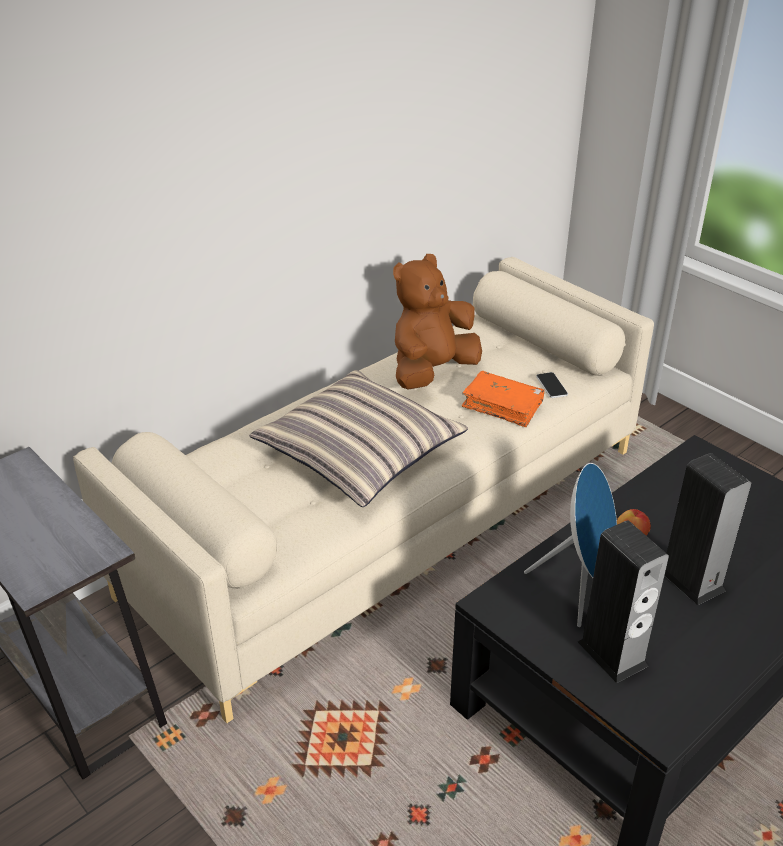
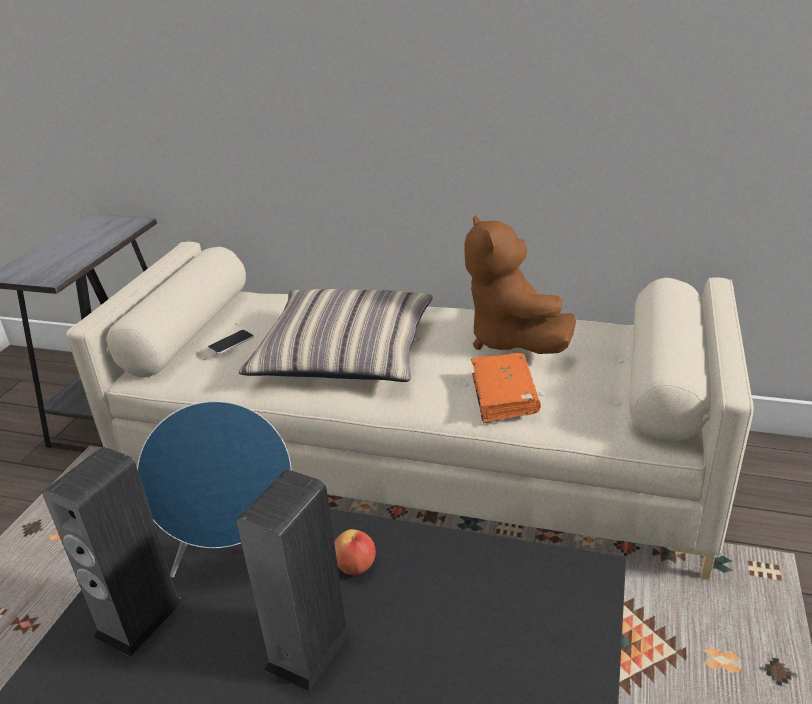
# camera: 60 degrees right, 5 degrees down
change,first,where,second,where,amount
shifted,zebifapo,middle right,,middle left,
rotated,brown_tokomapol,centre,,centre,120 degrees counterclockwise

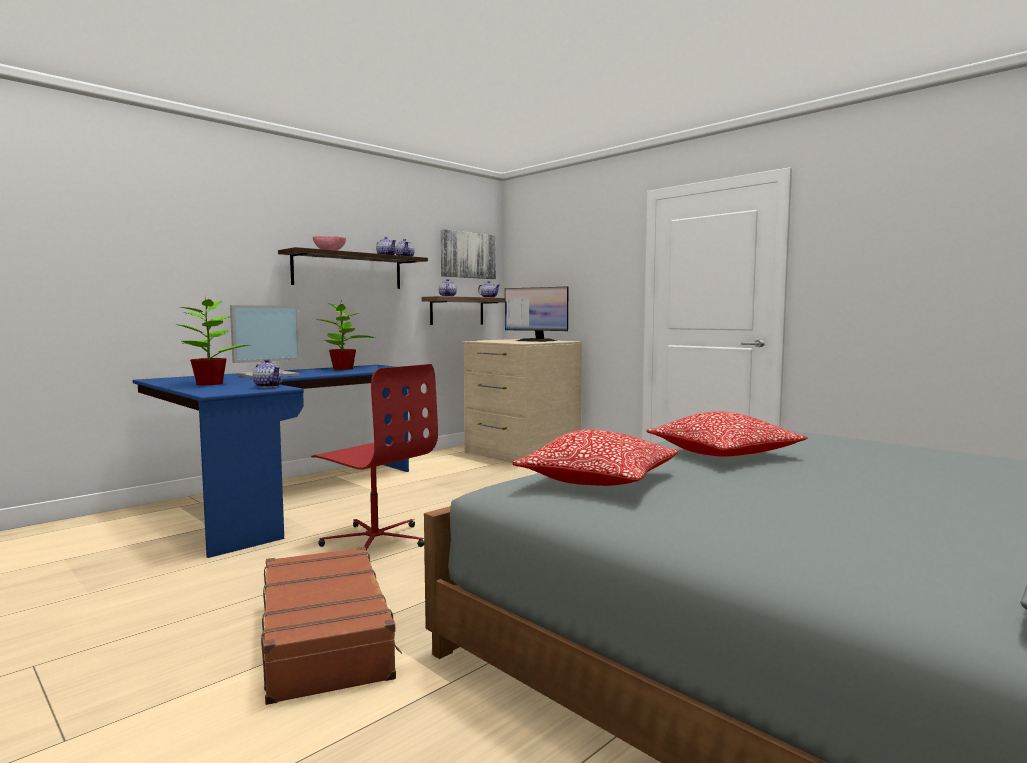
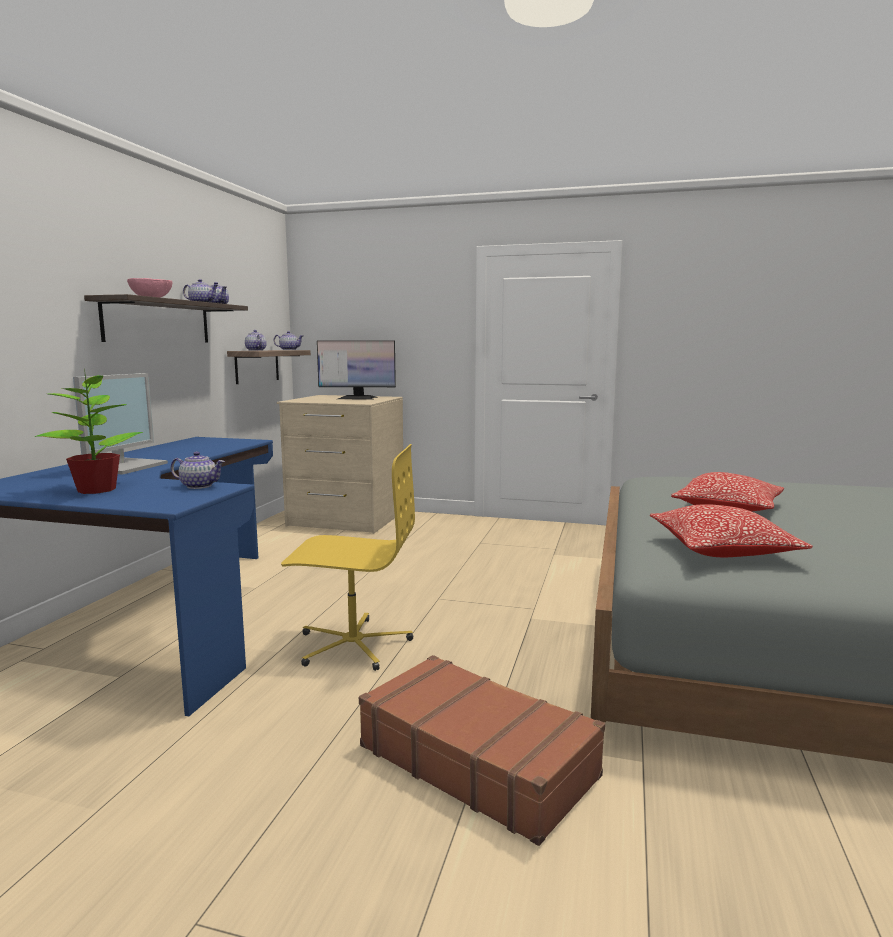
# camera: 30 degrees left, 5 degrees up
change,first,where,second,where,amount
gone,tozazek (no. 2 from left),centre,,,
gone,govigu,top centre,,,
repainted,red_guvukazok,centre,yellow_guvukazok,centre,

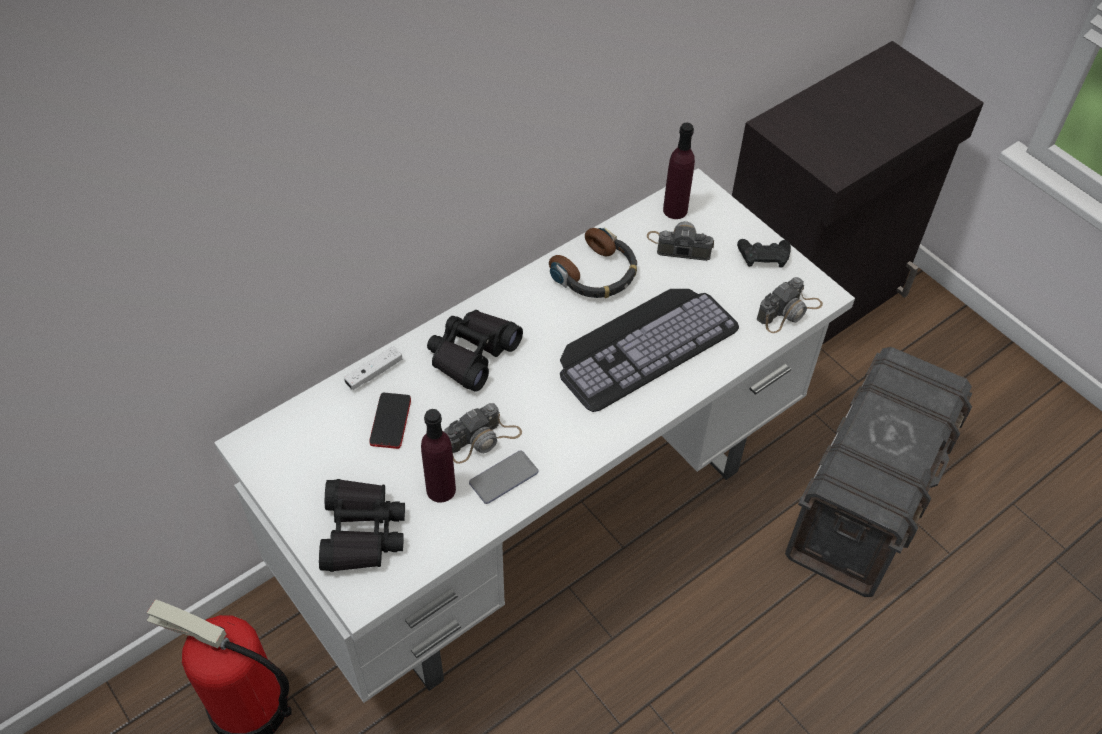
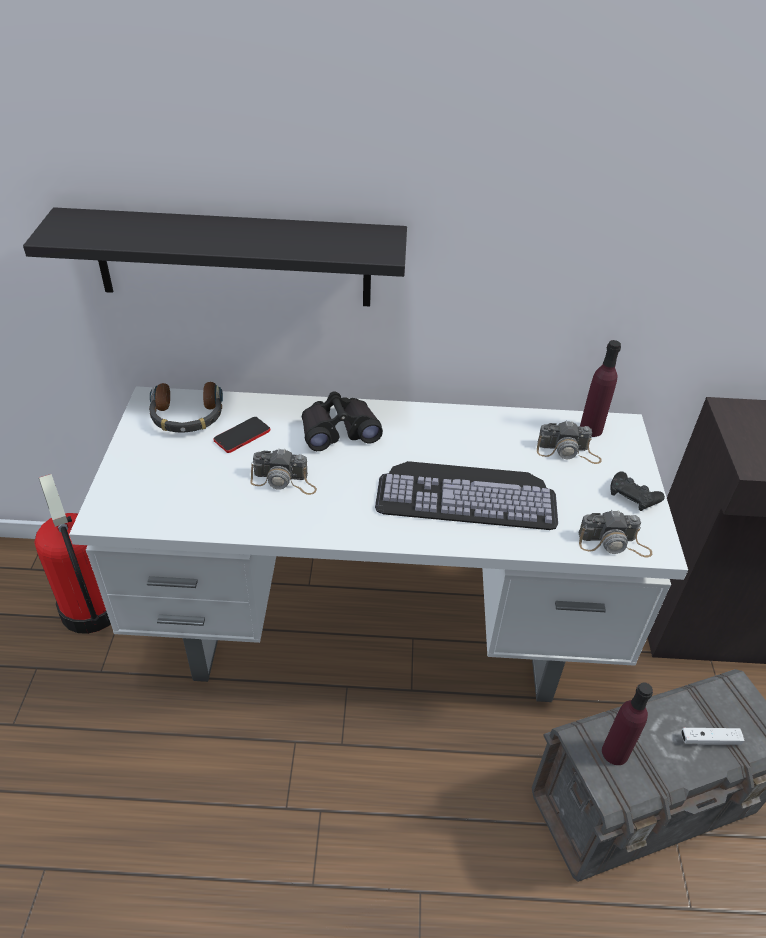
# camera: 40 degrees right, 10 degrees down
change,first,where,second,where,amount
gone,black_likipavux (no. 1 from left),bottom left,,,
gone,zebifapo (no. 2 from left),centre,,,
new,,,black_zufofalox,top left,
shifted,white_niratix,centre,,bottom right,
shifted,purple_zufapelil (no. 1 from left in the first image),centre,purple_zufapelil (no. 2 from left),bottom right,
shifted,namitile,centre,,middle left,
rotated,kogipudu (no. 2 from left),top centre,,middle right,135 degrees clockwise

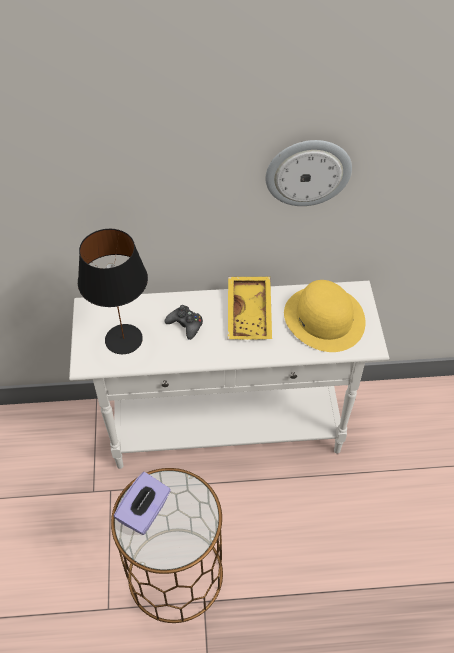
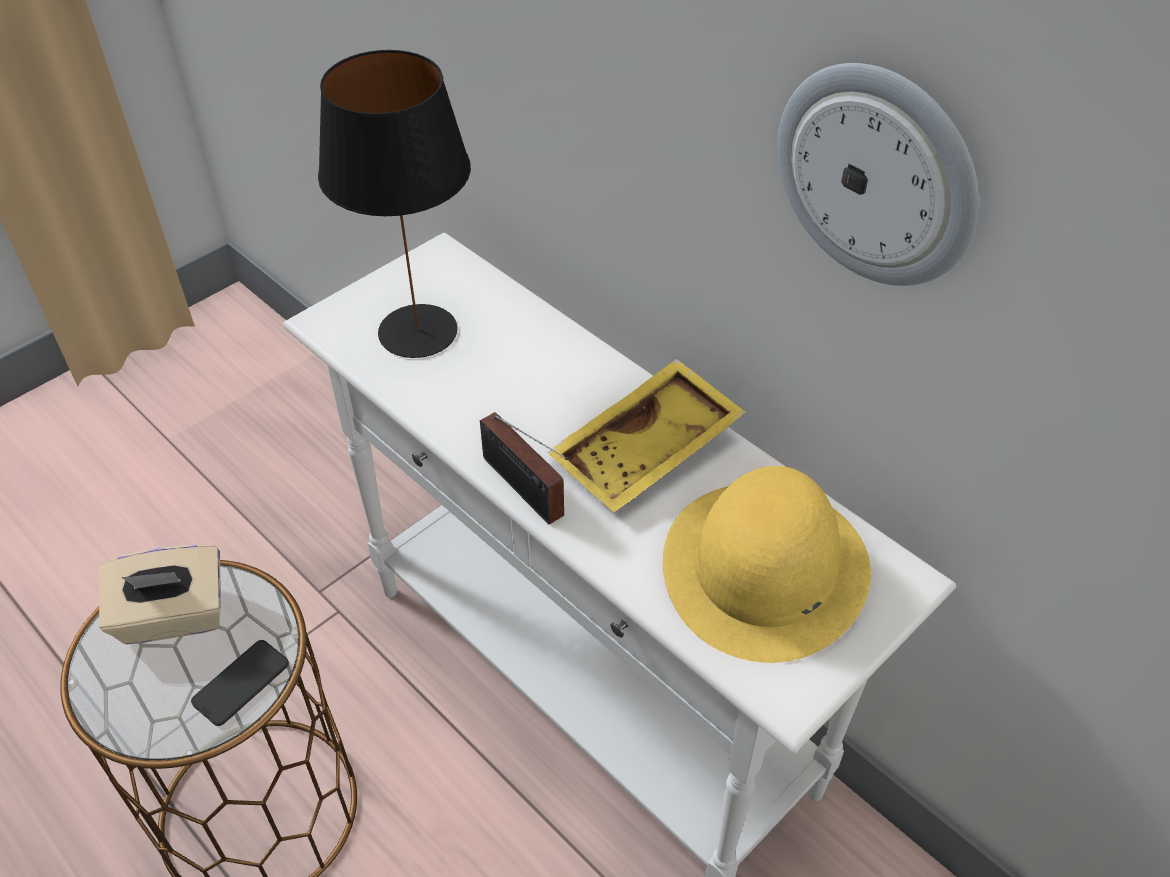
# camera: 50 degrees right, 5 degrees down
change,first,where,second,where,amount
gone,black_niratix,centre,,,
new,,,zebifapo,bottom left,
new,,,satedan,centre,
repainted,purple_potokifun,bottom left,beige_potokifun,bottom left,

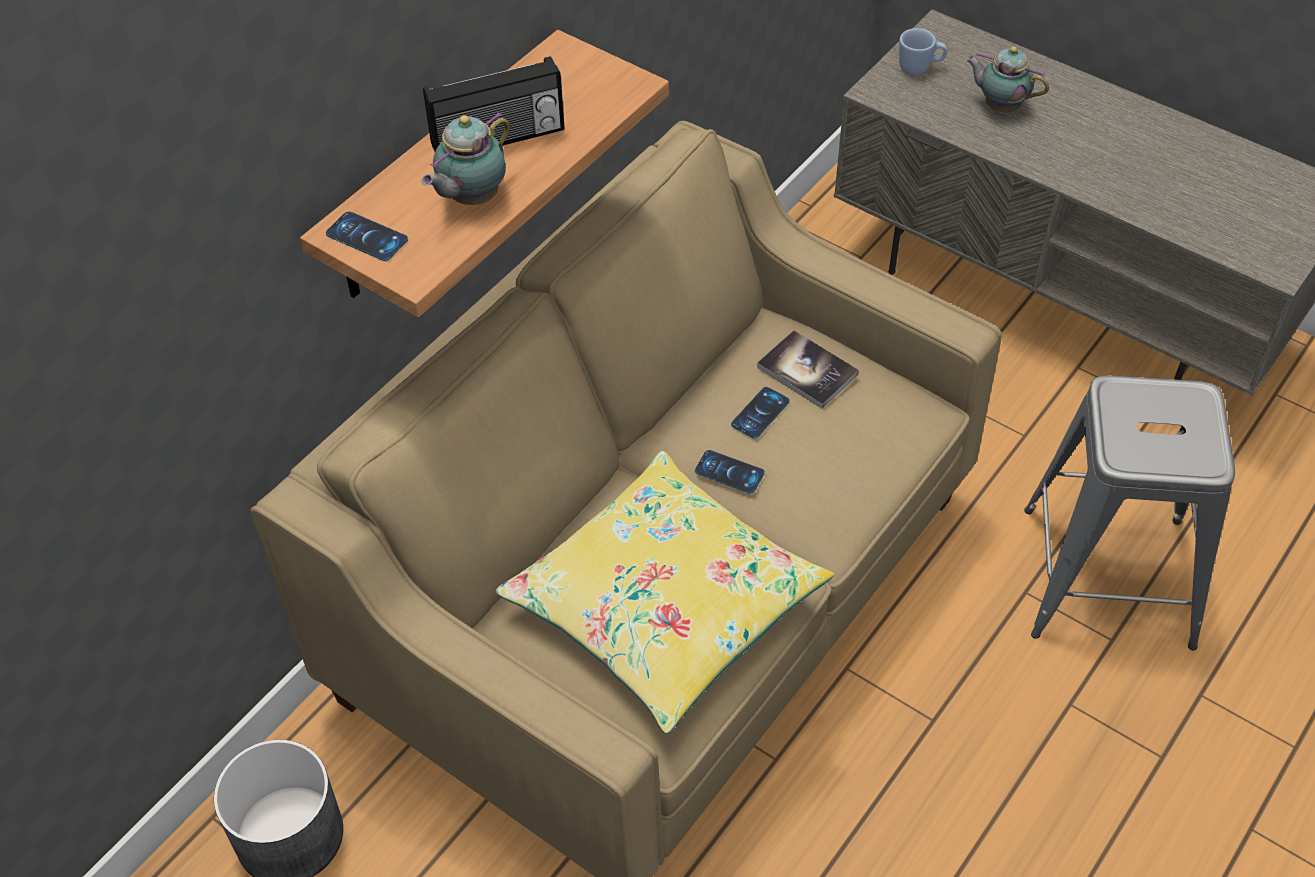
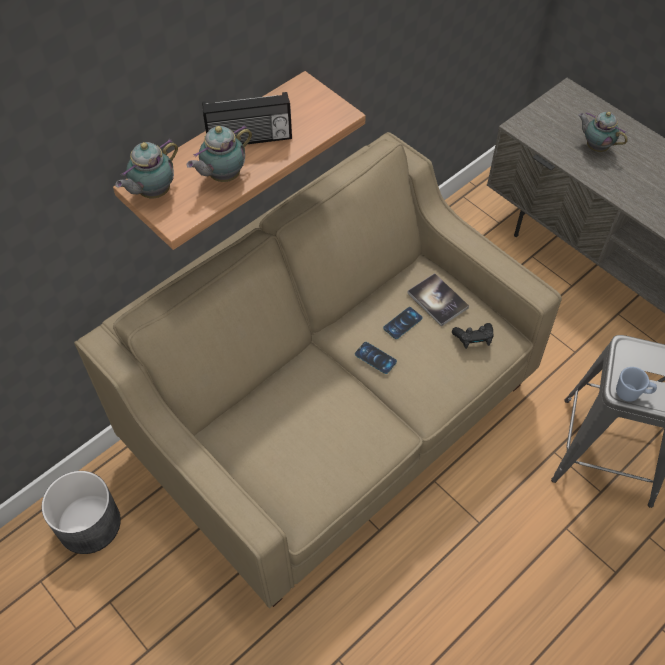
# camera: 10 degrees right, 5 degrees up
change,first,where,second,where,amount
gone,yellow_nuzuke,bottom centre,,,
new,,,black_niratix,middle right,
shifted,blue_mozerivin,top right,,middle right,
swapped,zebifapo (no. 1 from left),top left,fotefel (no. 1 from left),top left,

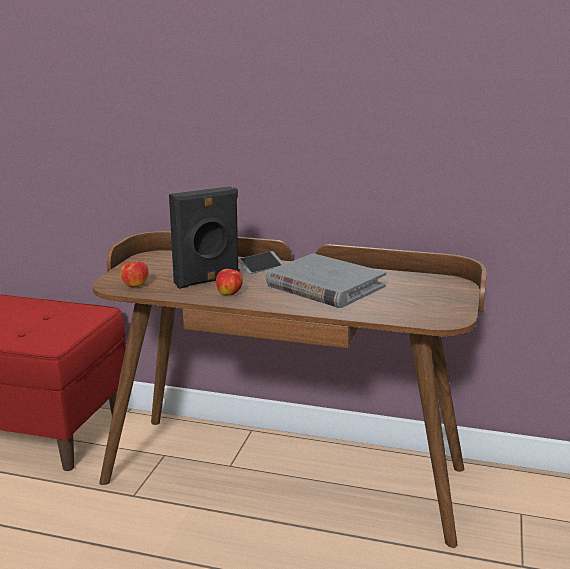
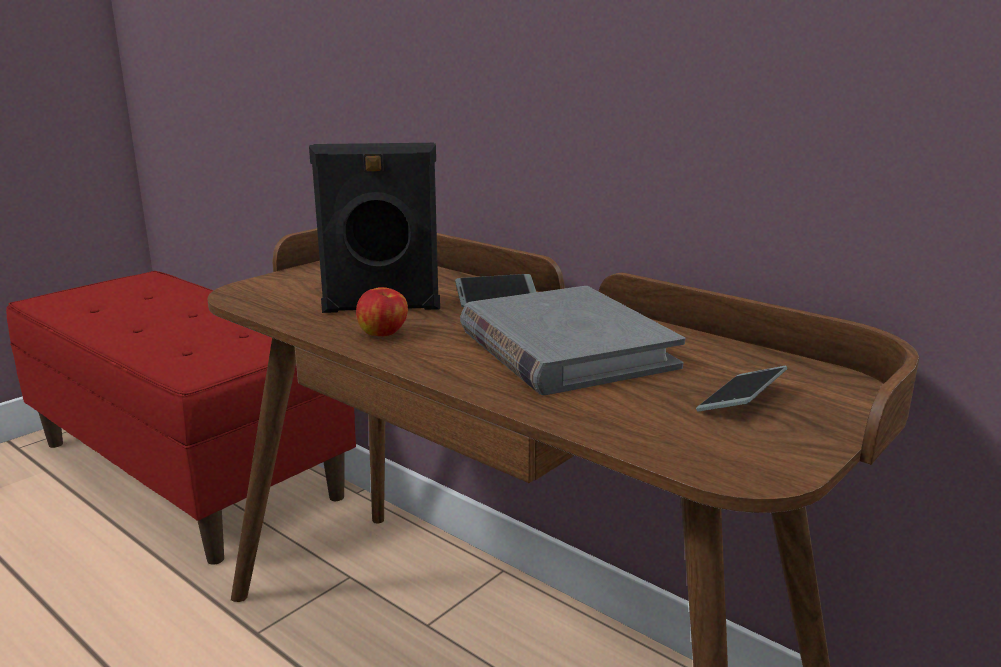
# camera: 25 degrees right, 0 degrees up
change,first,where,second,where,amount
gone,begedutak (no. 1 from left),middle left,,,
new,,,zebifapo (no. 2 from left),middle right,

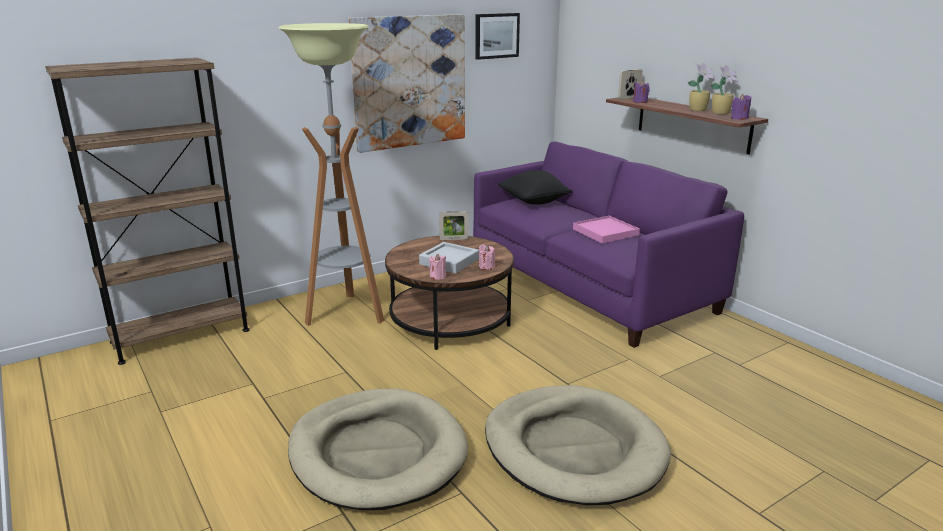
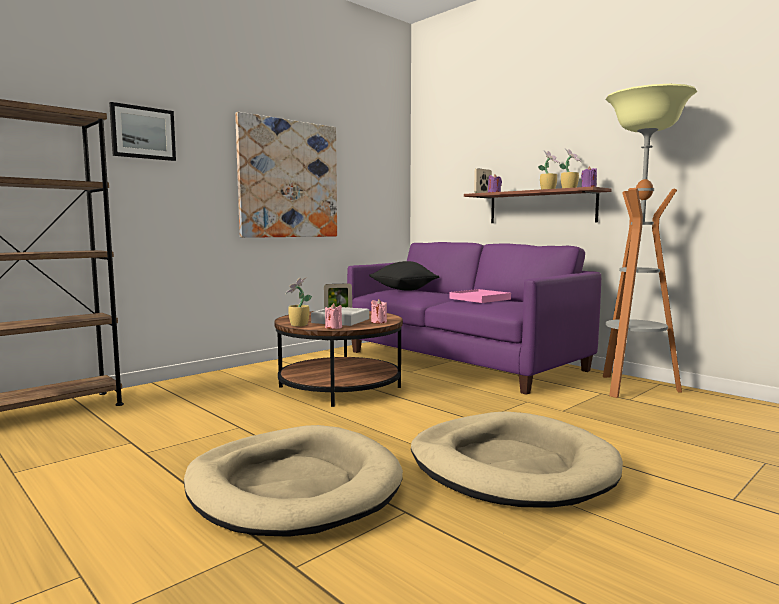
# camera: 10 degrees left, 15 degrees down
change,first,where,second,where,amount
new,,,tozazek (no. 1 from left),centre,
shifted,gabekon,top centre,,middle right,
shifted,govigu (no. 2 from left in the first image),top centre,govigu (no. 1 from left),top left,

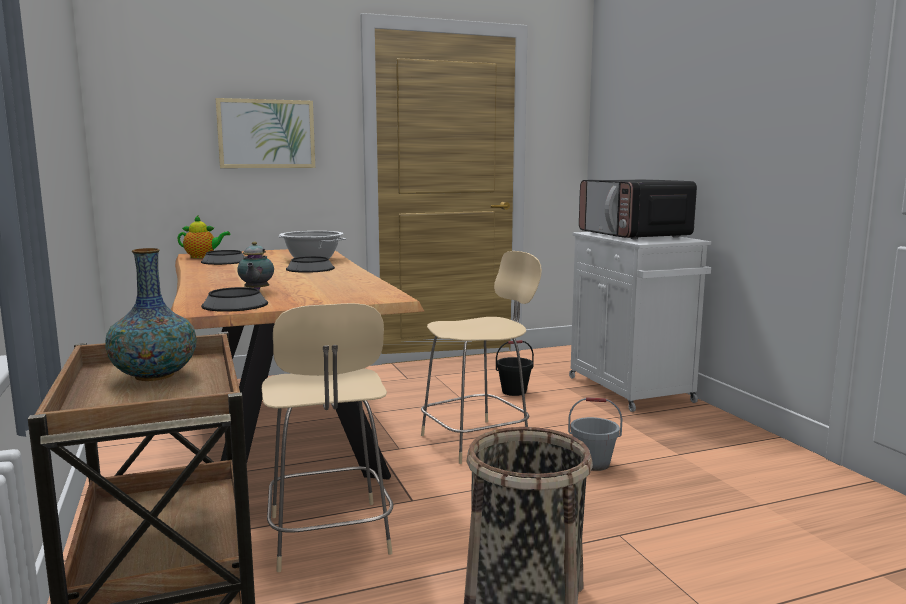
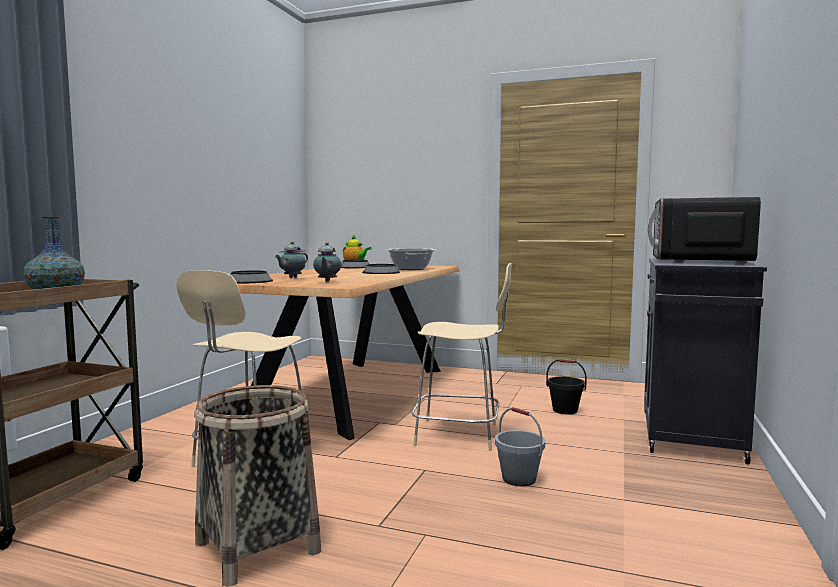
# camera: 40 degrees right, 5 degrees down
change,first,where,second,where,amount
gone,govigu,top left,,,
new,,,fotefel (no. 2 from left),centre,
repainted,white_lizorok,middle right,black_lizorok,middle right,

